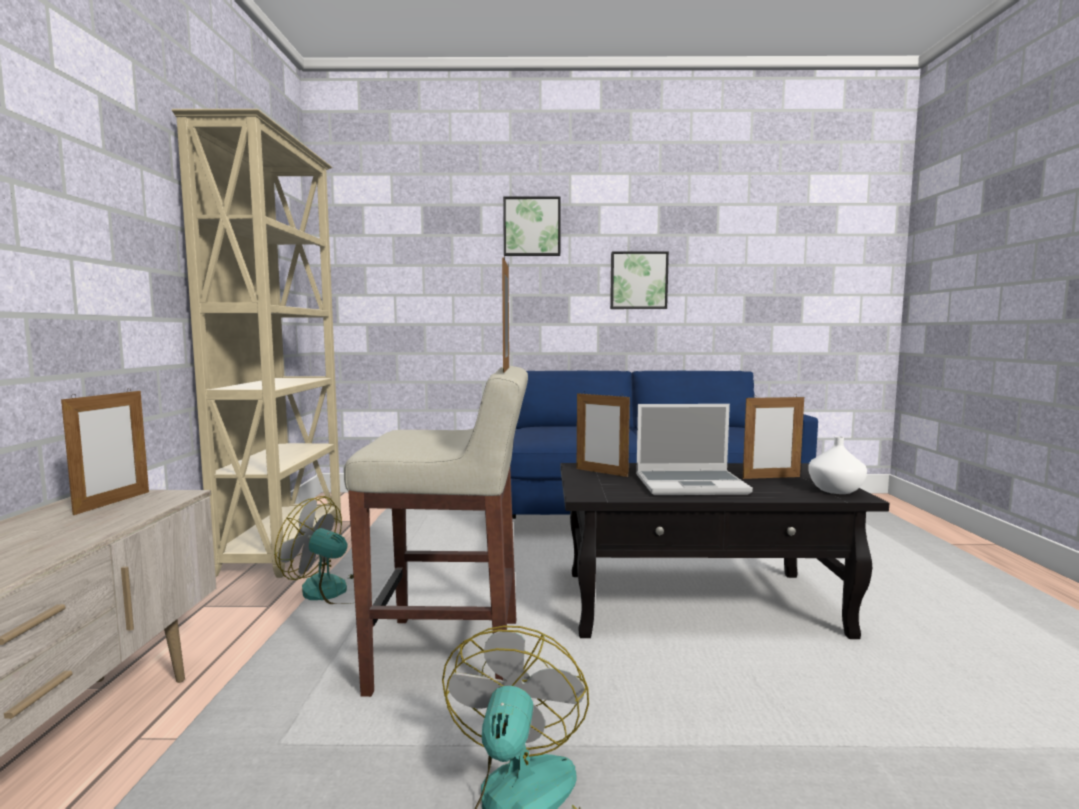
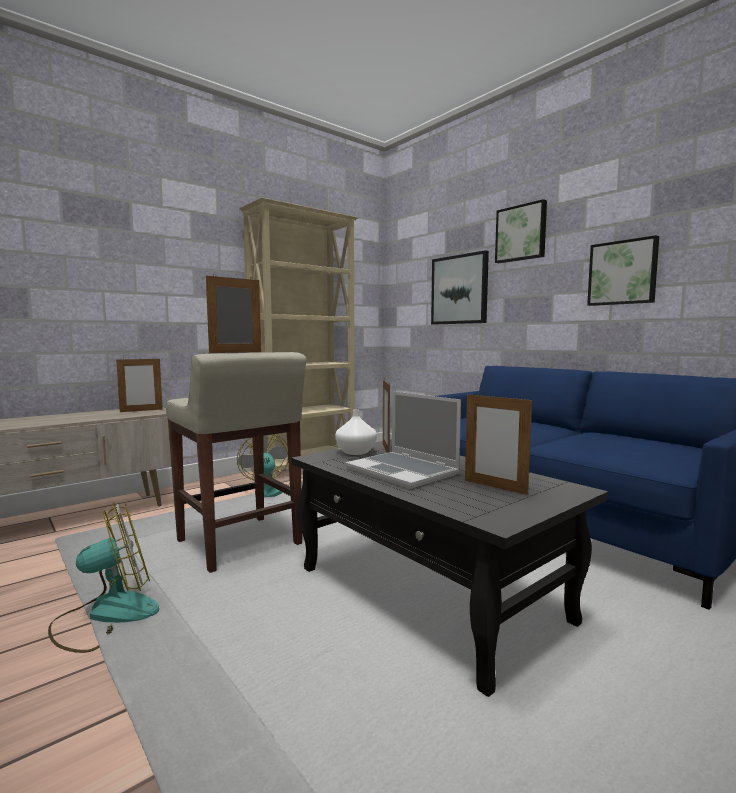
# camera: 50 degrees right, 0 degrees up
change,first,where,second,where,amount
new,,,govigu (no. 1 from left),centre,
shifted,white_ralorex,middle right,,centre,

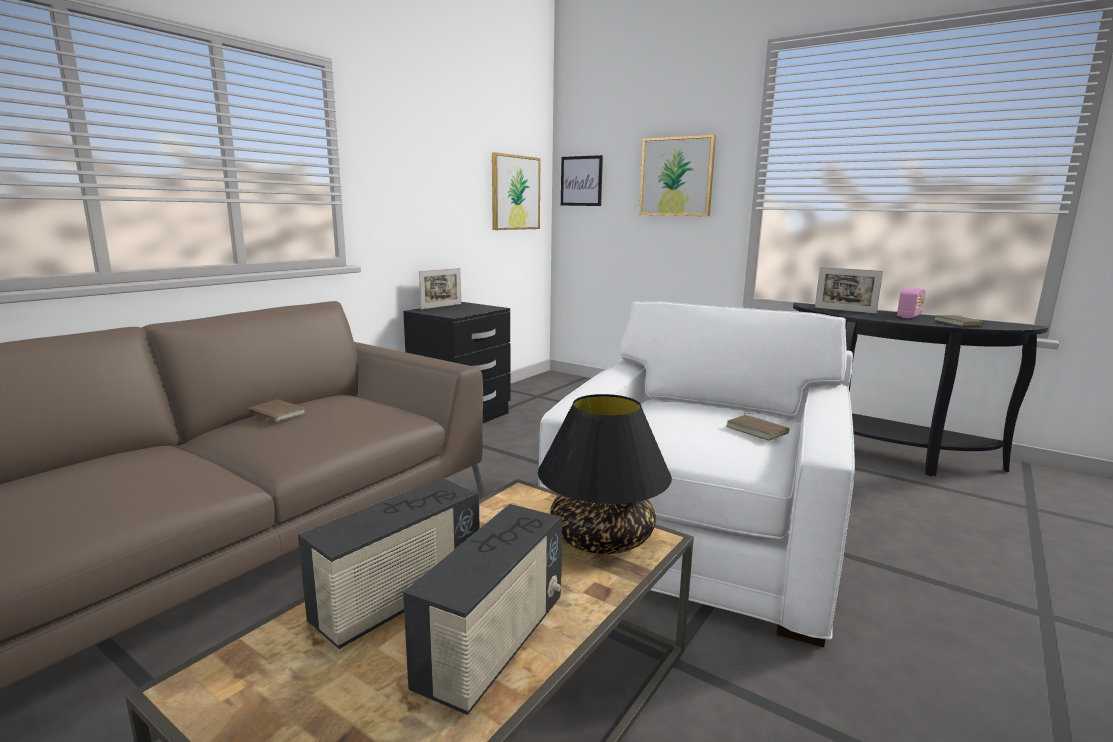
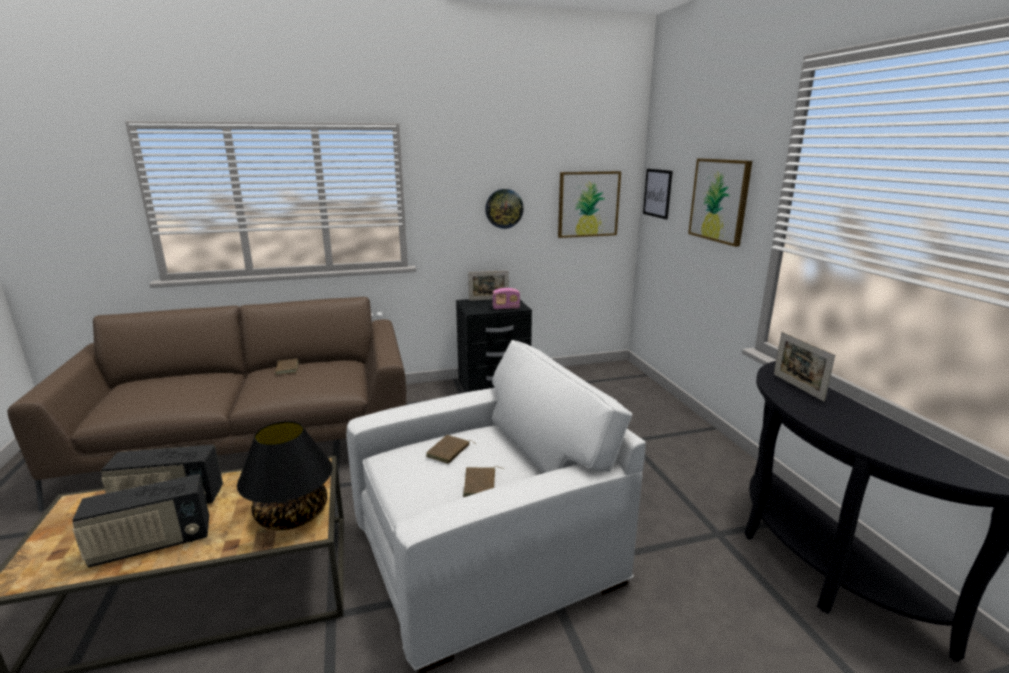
# camera: 40 degrees right, 5 degrees up
change,first,where,second,where,amount
new,,,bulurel,top centre,
shifted,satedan (no. 3 from left),middle right,,centre,
shifted,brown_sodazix (no. 3 from left in the first image),middle right,brown_sodazix (no. 2 from left),bottom centre,

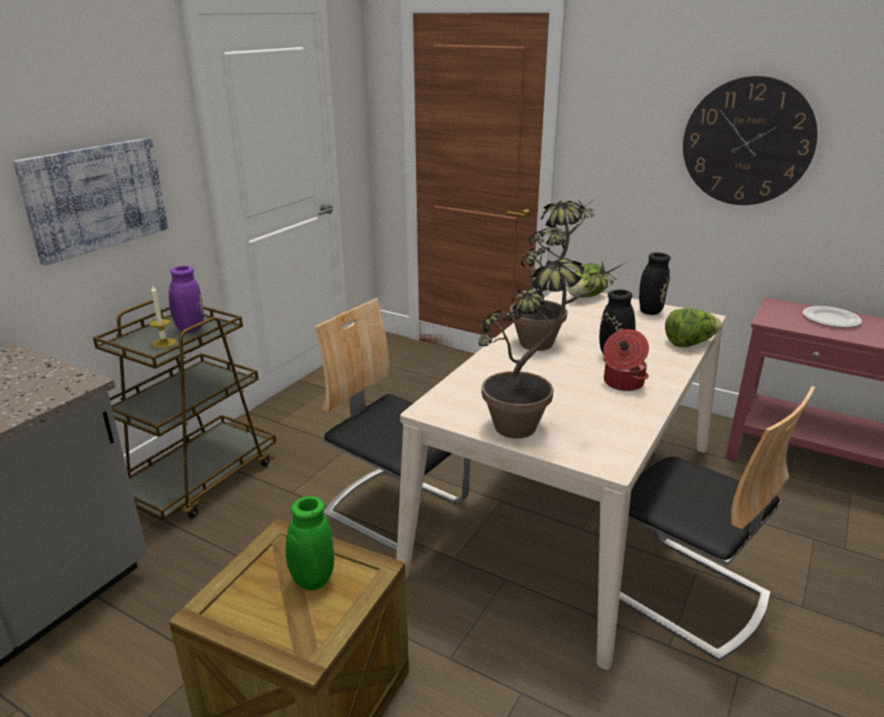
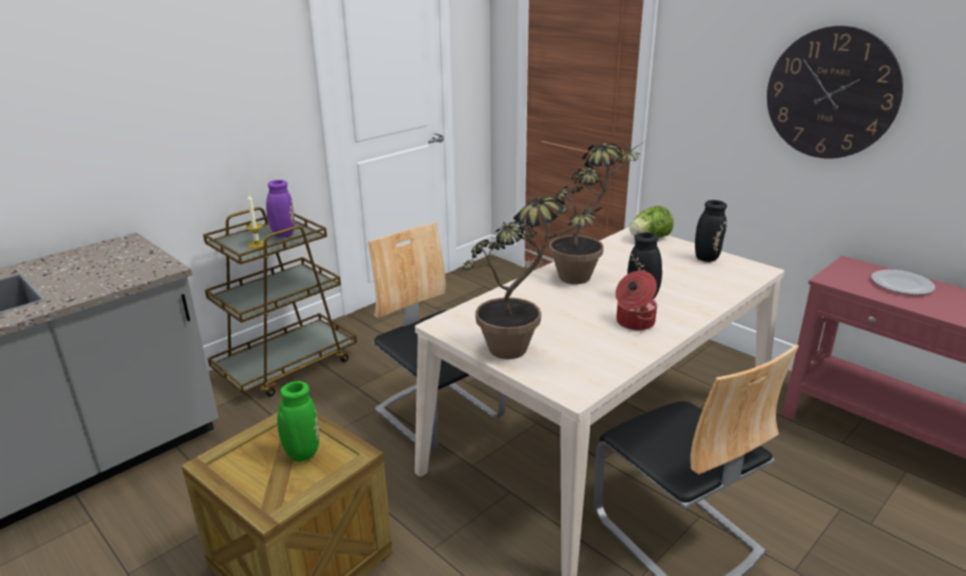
# camera: 15 degrees right, 0 degrees up
change,first,where,second,where,amount
gone,govigu,top left,,,
gone,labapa (no. 2 from left),middle right,,,

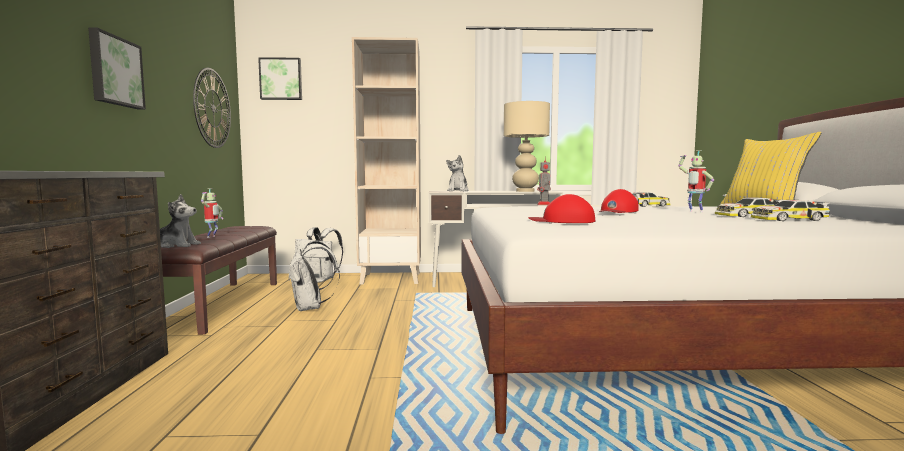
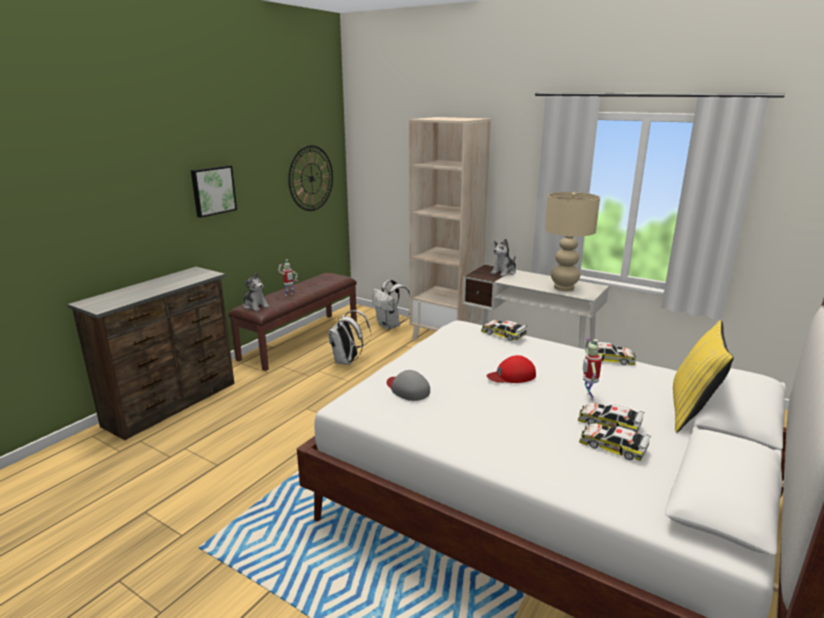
# camera: 35 degrees right, 15 degrees up
change,first,where,second,where,amount
gone,govigu (no. 2 from left),top left,,,
swapped,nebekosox (no. 2 from left),centre,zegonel (no. 1 from left),centre,
repainted,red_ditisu (no. 1 from left),centre,grey_ditisu,centre,

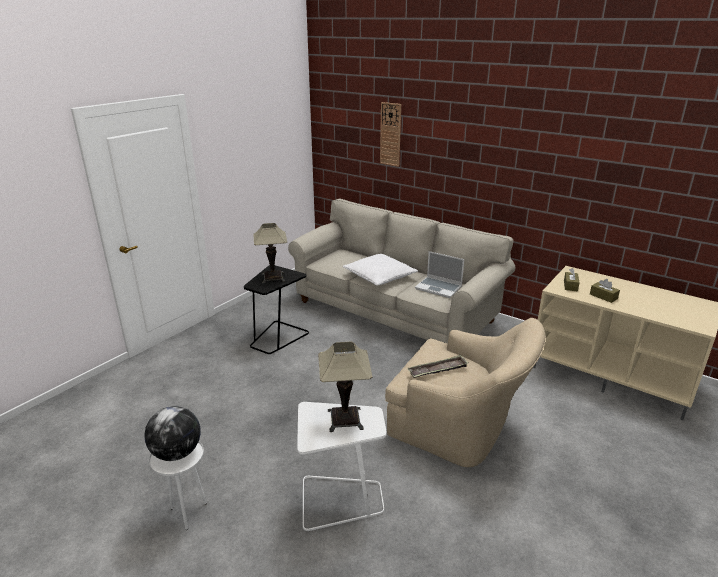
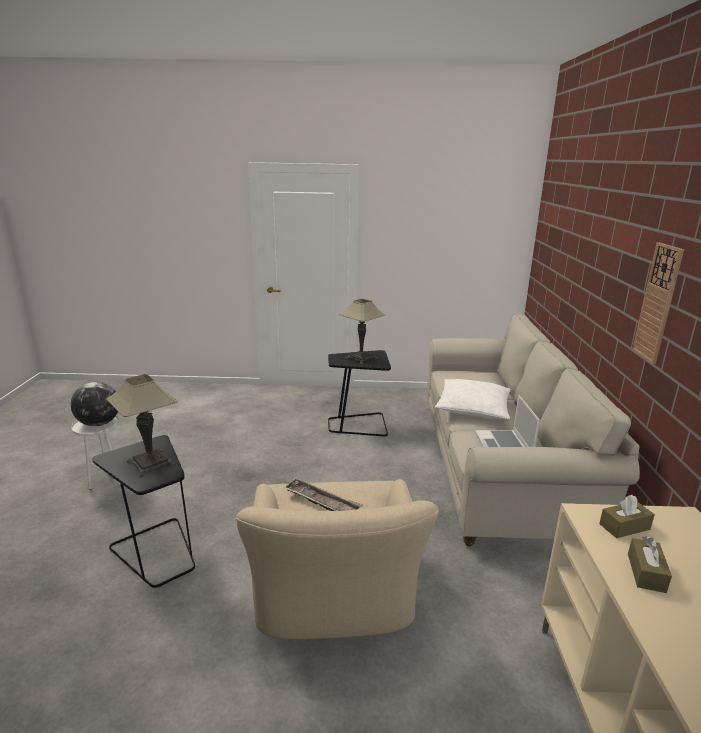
# camera: 55 degrees right, 5 degrees down
change,first,where,second,where,amount
shifted,bulurel,top centre,,middle right,
repainted,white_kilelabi (no. 2 from left),bottom centre,black_kilelabi (no. 1 from left),bottom left,

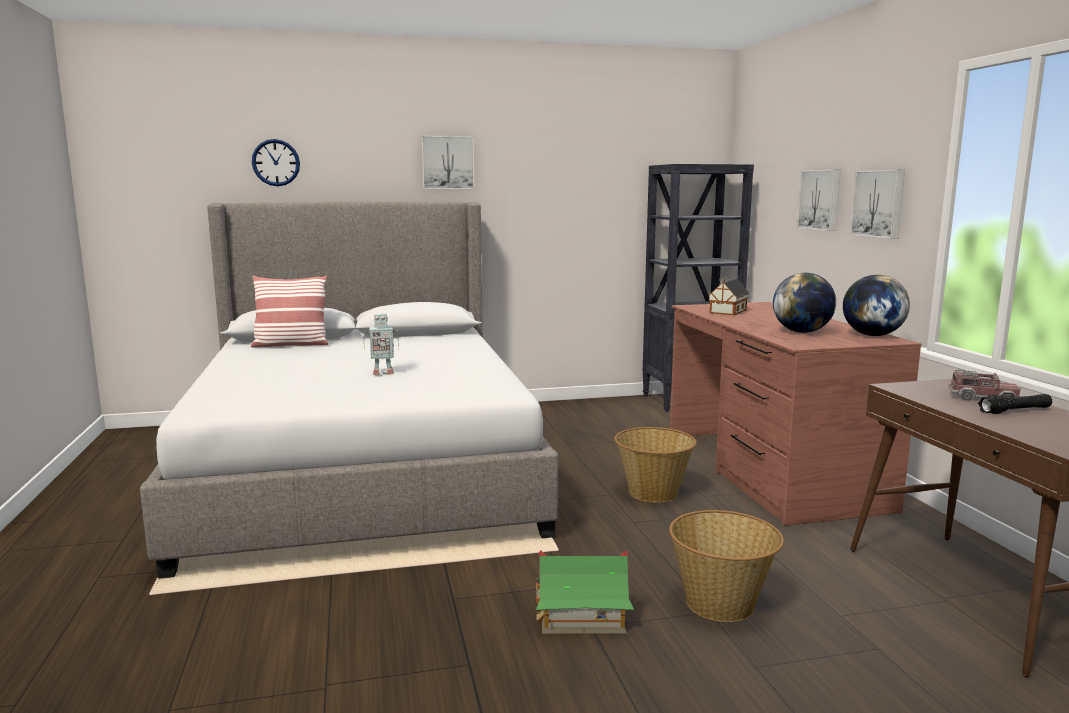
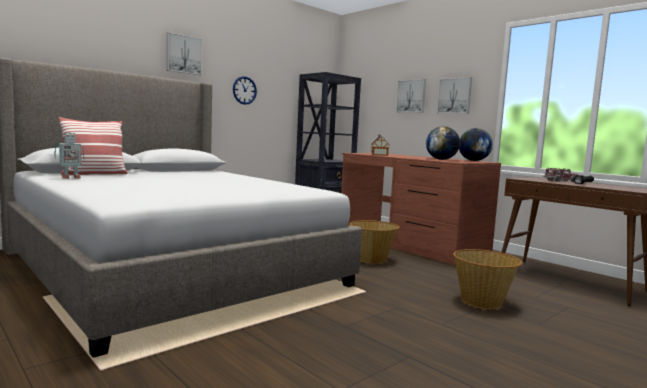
# camera: 30 degrees left, 5 degrees down
change,first,where,second,where,amount
gone,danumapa (no. 1 from left),bottom centre,,,
shifted,bulurel,top left,,top centre,
shifted,nebekosox,centre,,middle left,

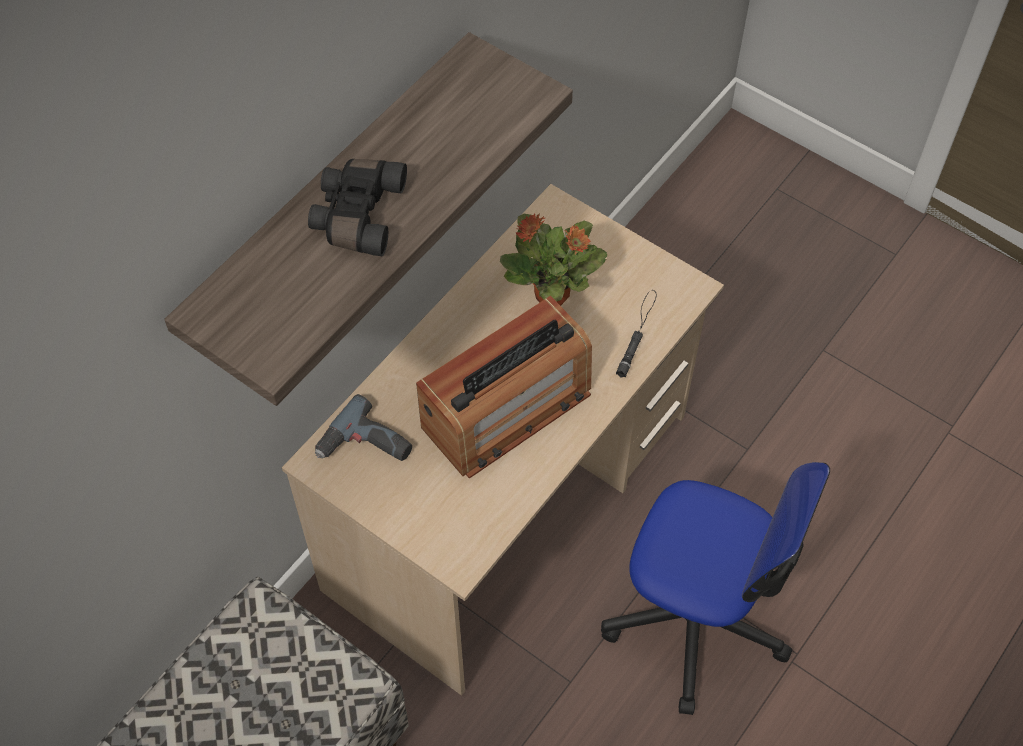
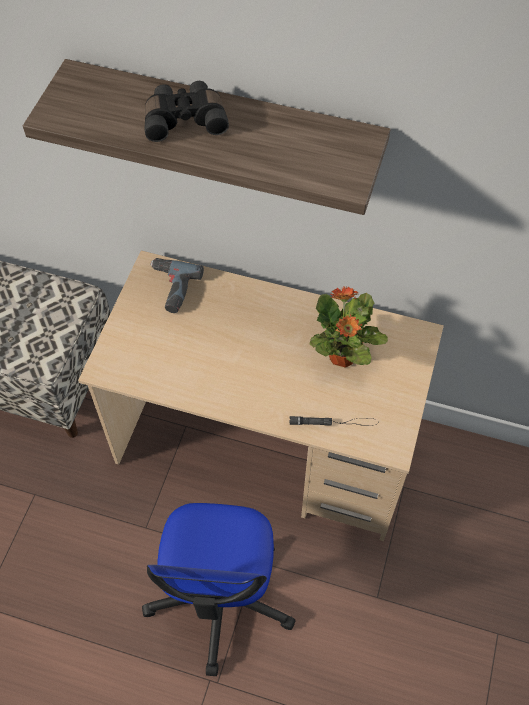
# camera: 70 degrees right, 0 degrees up
change,first,where,second,where,amount
gone,satedan,centre,,,

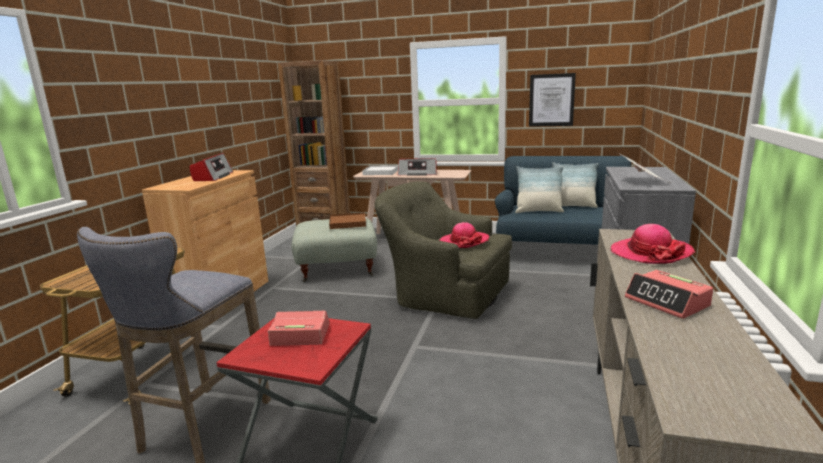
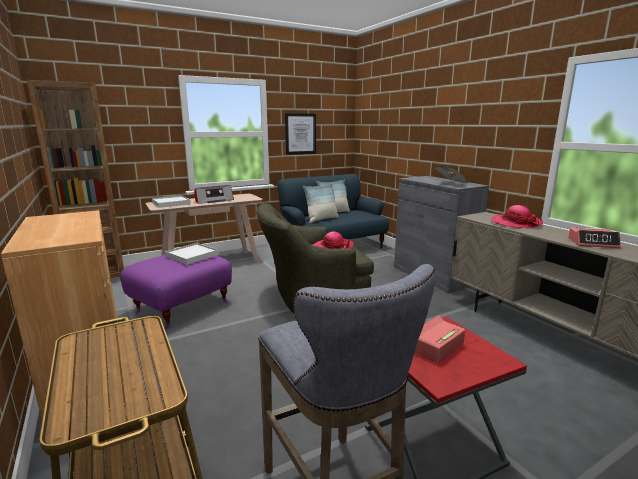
# camera: 45 degrees left, 0 degrees up
change,first,where,second,where,amount
gone,satedan (no. 1 from left),middle left,,,
repainted,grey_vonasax,centre,purple_vonasax,middle left,
repainted,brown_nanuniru,centre,white_nanuniru (no. 2 from left),middle left,

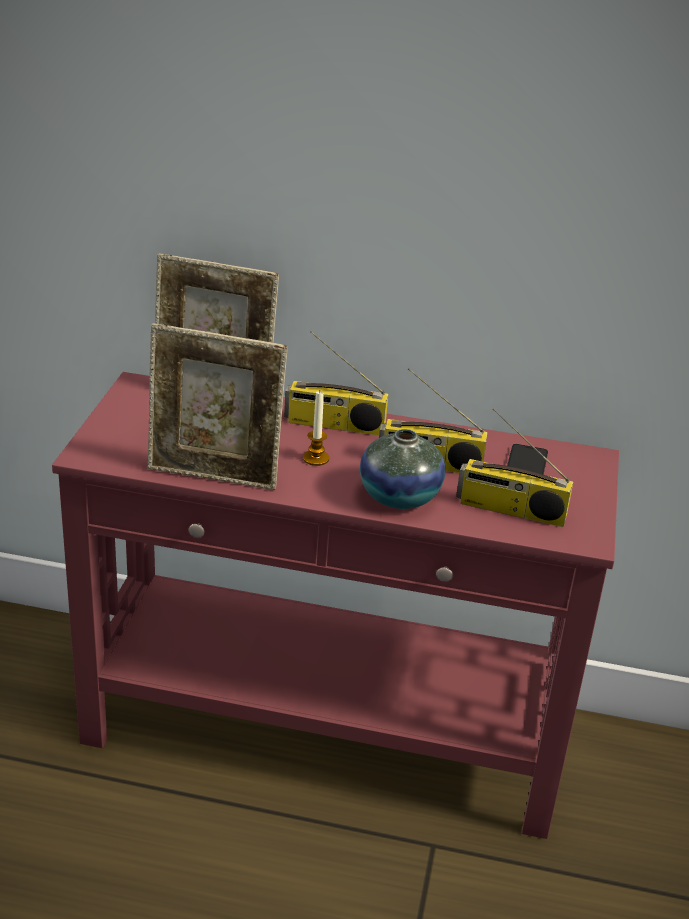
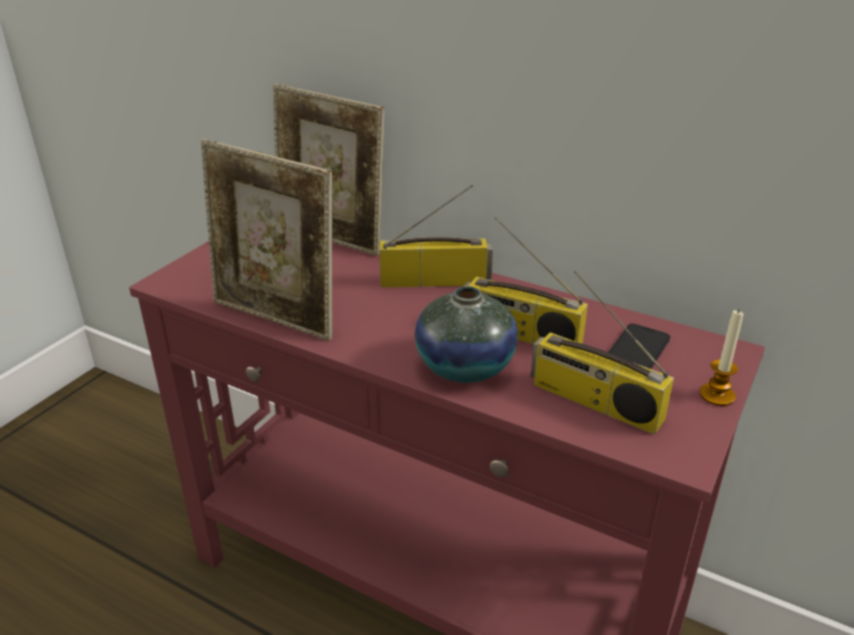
# camera: 20 degrees right, 0 degrees up
change,first,where,second,where,amount
shifted,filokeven,centre,,middle right,
rotated,satedan (no. 1 from left),centre,,centre,150 degrees clockwise

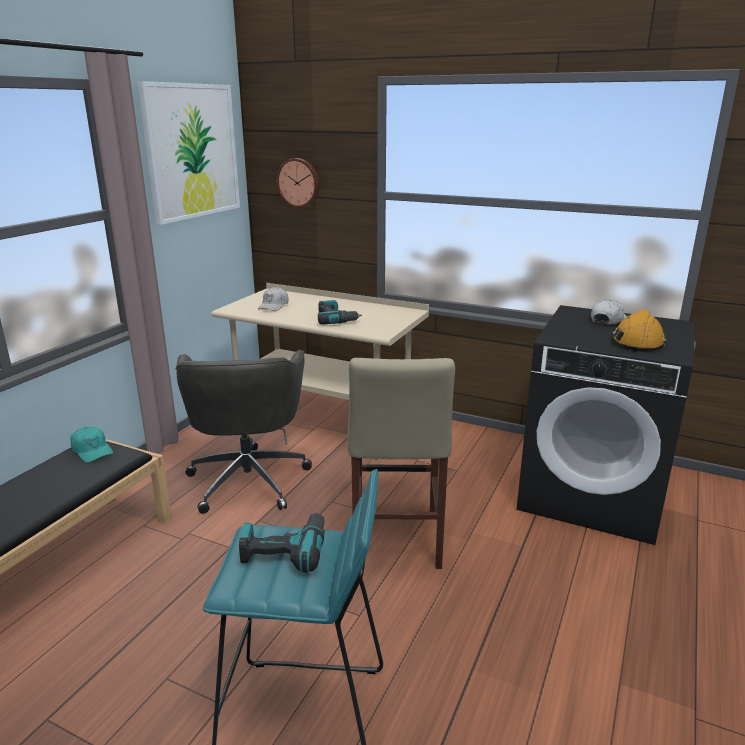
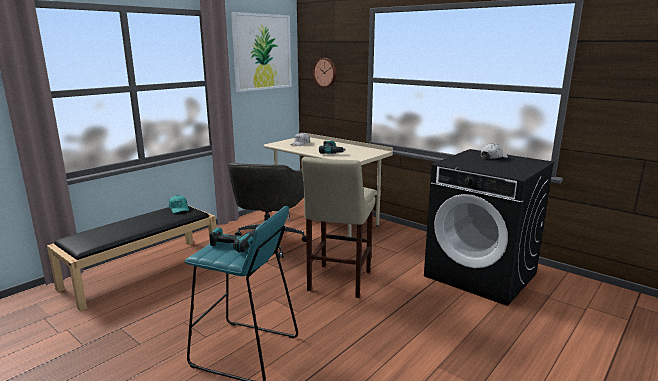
# camera: 15 degrees right, 5 degrees down
change,first,where,second,where,amount
gone,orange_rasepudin,middle right,,,

